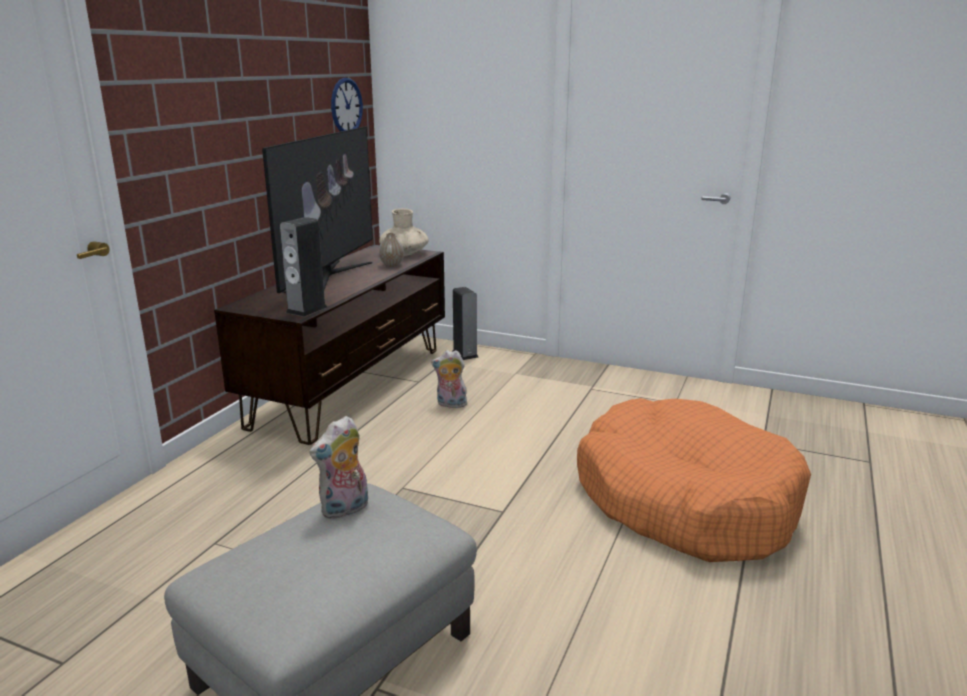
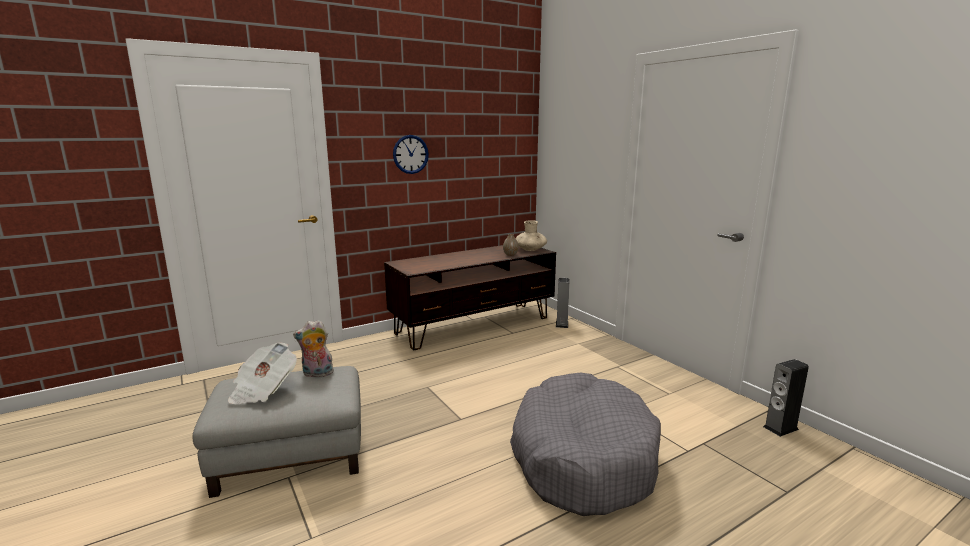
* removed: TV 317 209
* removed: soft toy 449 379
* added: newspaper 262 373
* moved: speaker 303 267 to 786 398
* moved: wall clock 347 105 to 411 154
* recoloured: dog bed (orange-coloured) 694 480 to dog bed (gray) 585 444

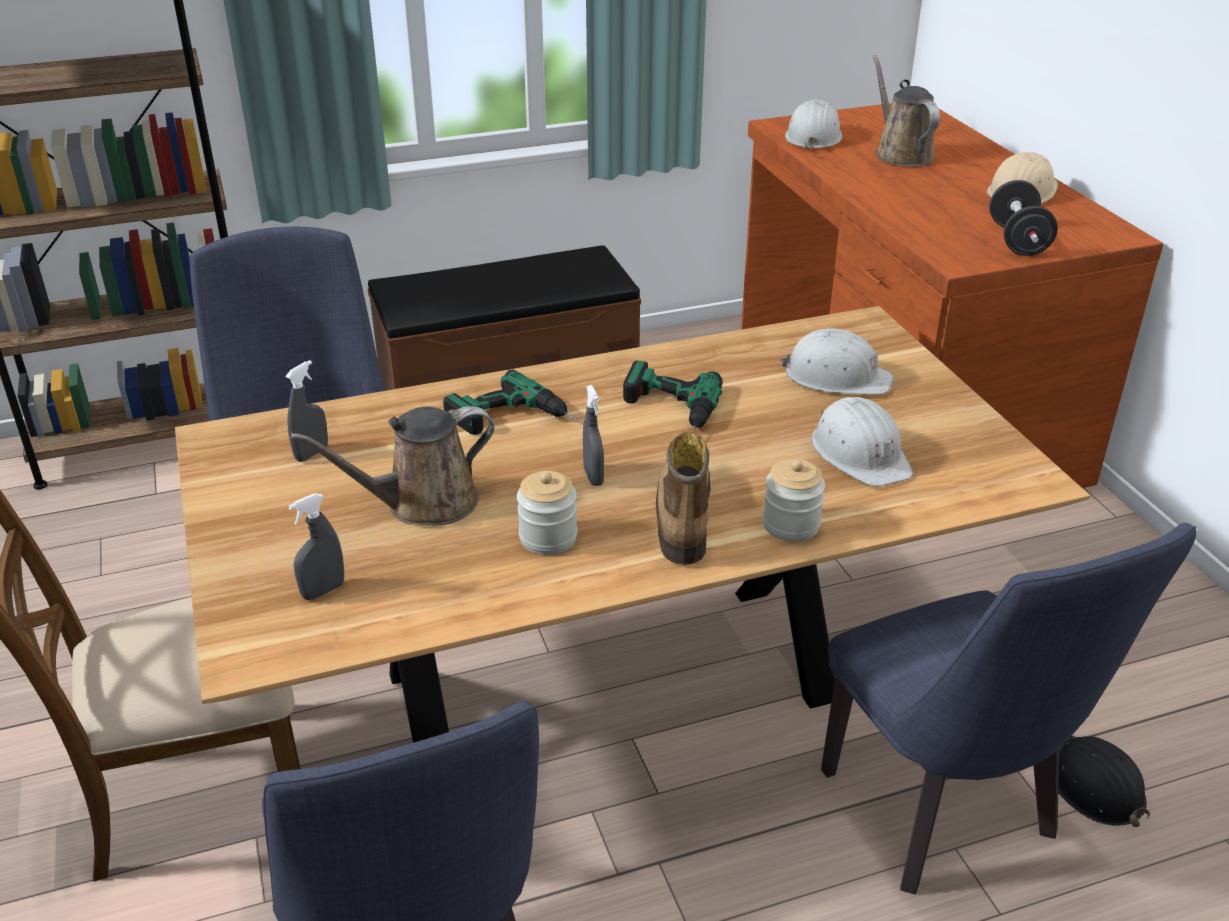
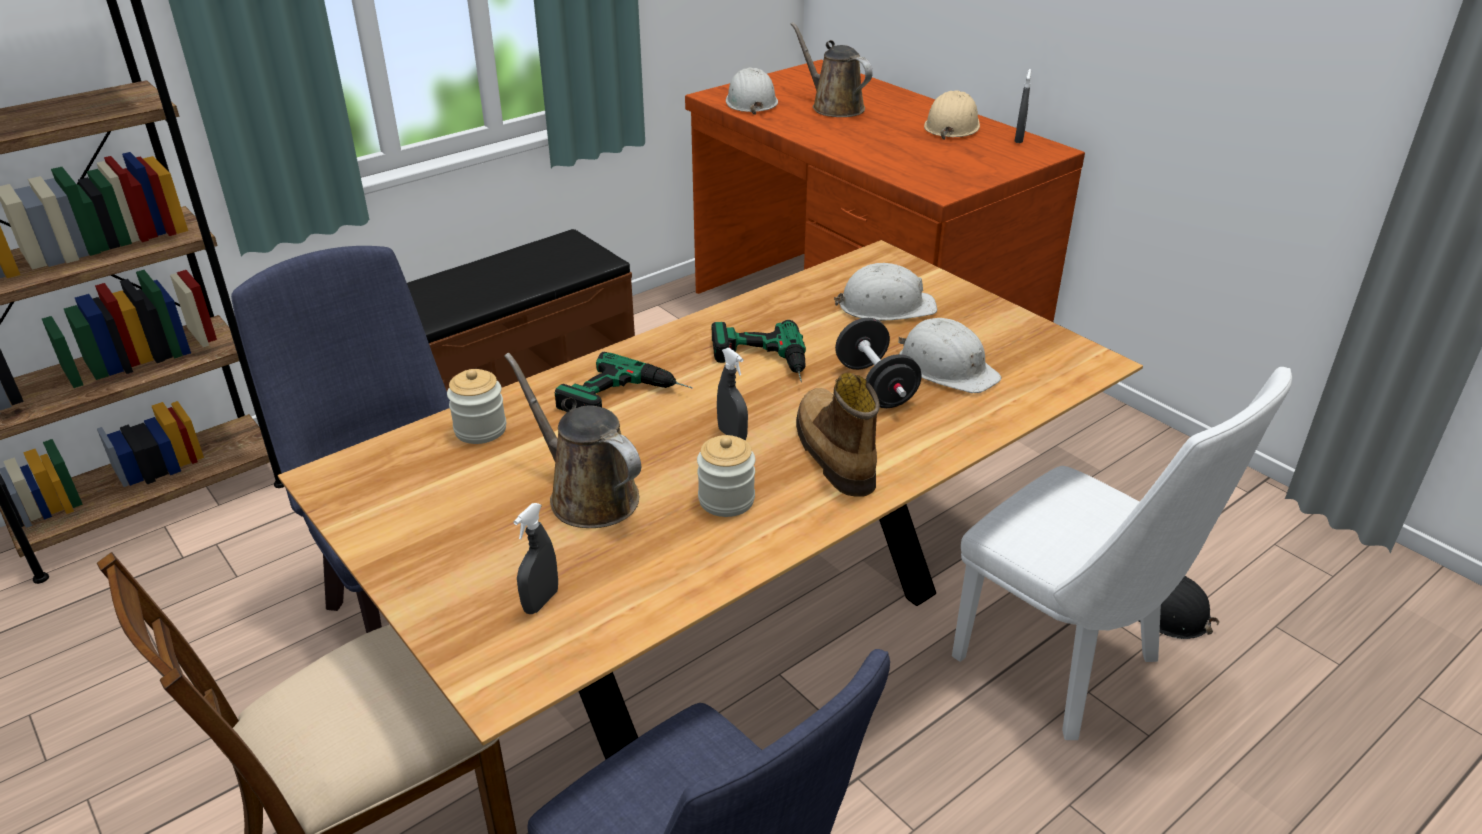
* moved: hand sprayer (gray) 306 411 to 1023 106
* moved: storage jar 794 500 to 476 406
* moved: dumbbell (black) 1023 218 to 878 363
* recoloured: chair (blue-coloured) 1008 708 to chair (white-coloured) 1122 553
* turned: watering pot (brown) 392 465 = 572 440 90 degrees clockwise

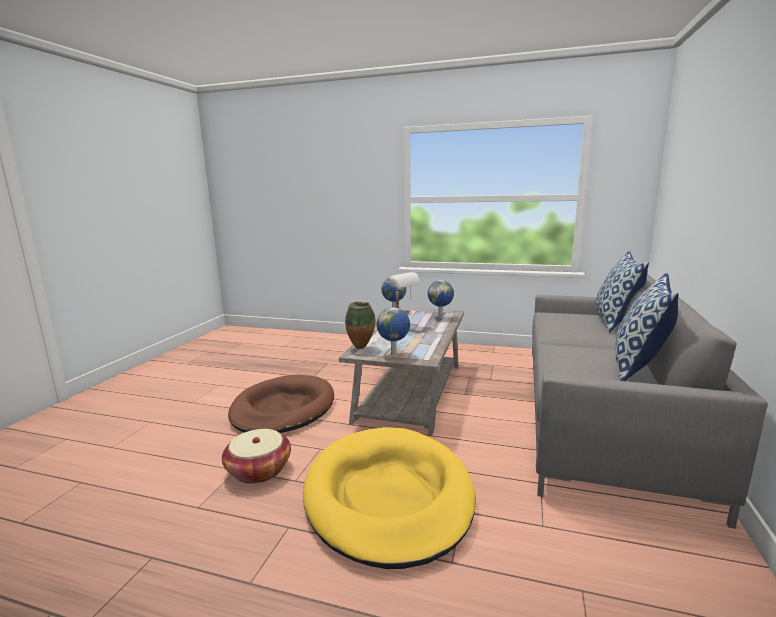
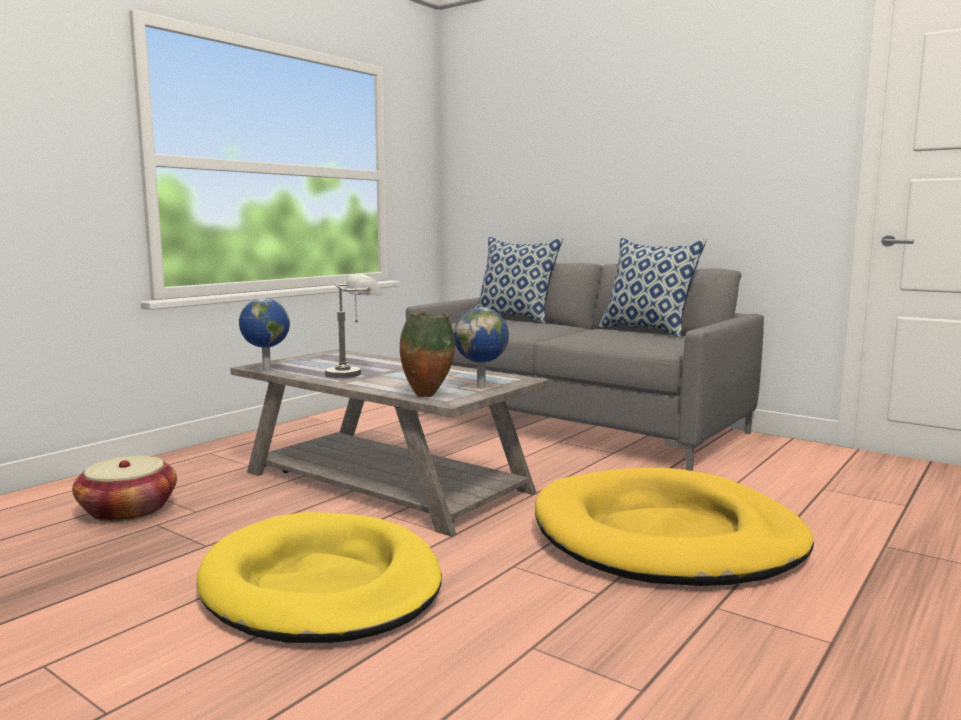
* removed: world globe 441 299
* moved: household basket 256 456 to 124 489
* recoloured: dog bed (brown) 281 404 to dog bed (yellow) 319 577

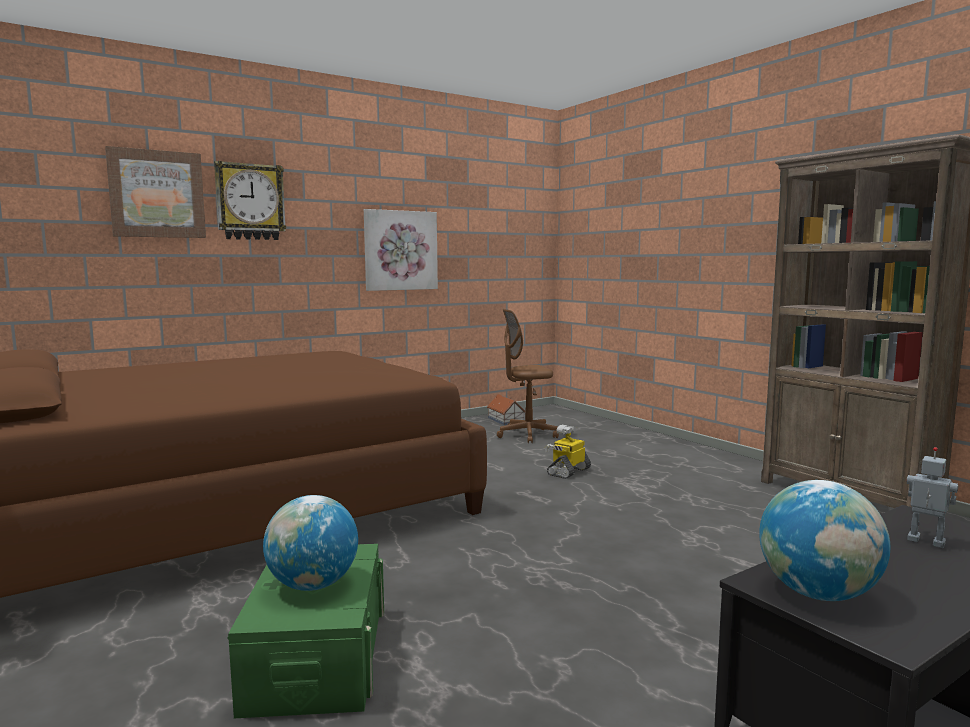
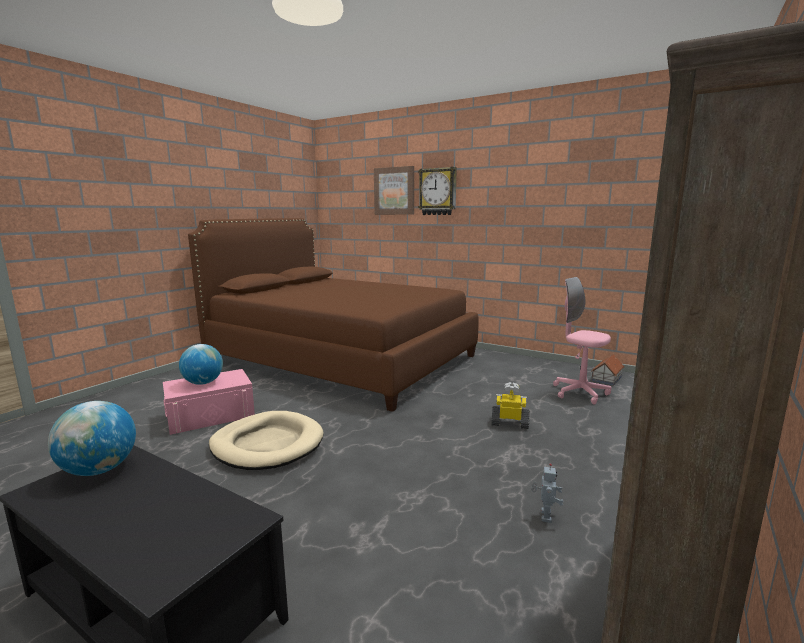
* removed: wall picture 401 250
* added: dog bed (sand-coloured) 266 440
* moved: toy robot 932 497 to 547 493
* recoloured: storage bin (greenish) 305 631 to storage bin (pink) 209 402
* recoloured: office chair (brown) 528 376 to office chair (pink) 582 341

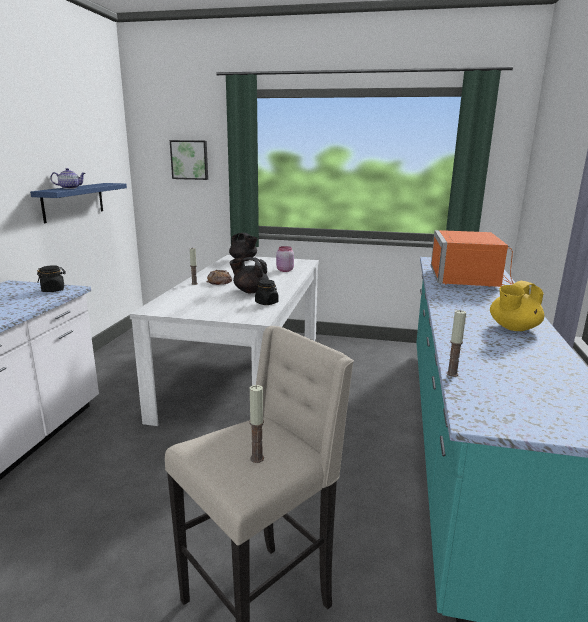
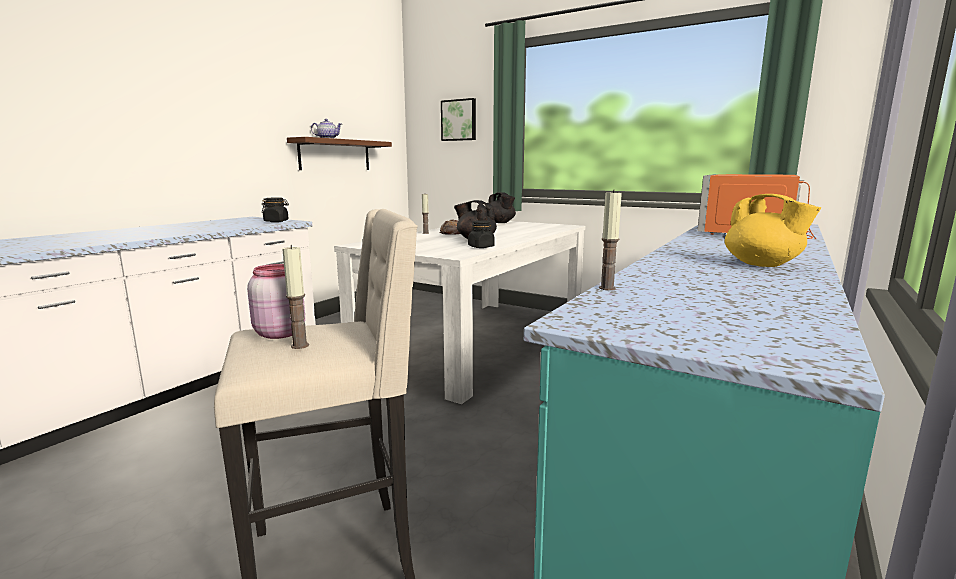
* moved: storage jar (pink) 285 259 to 276 301
* recoloured: wall shelf (blue-coloured) 78 203 to wall shelf (brown) 339 153
* turned: teapot (yellow) 517 306 = 773 230 105 degrees counterclockwise

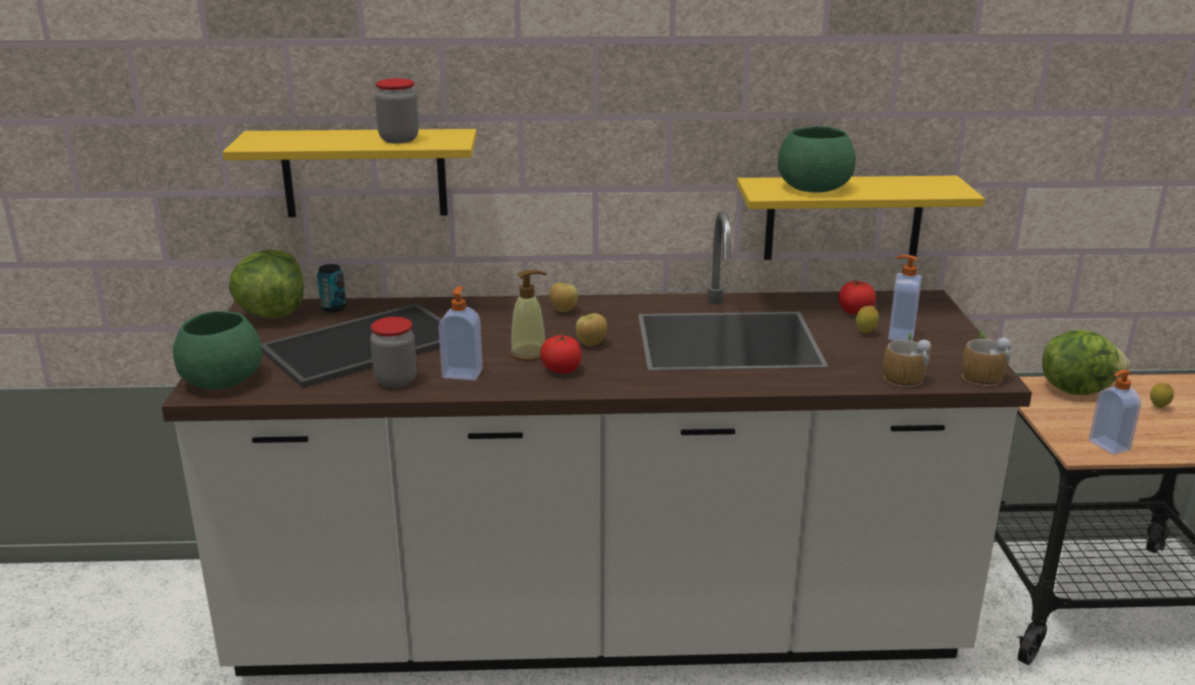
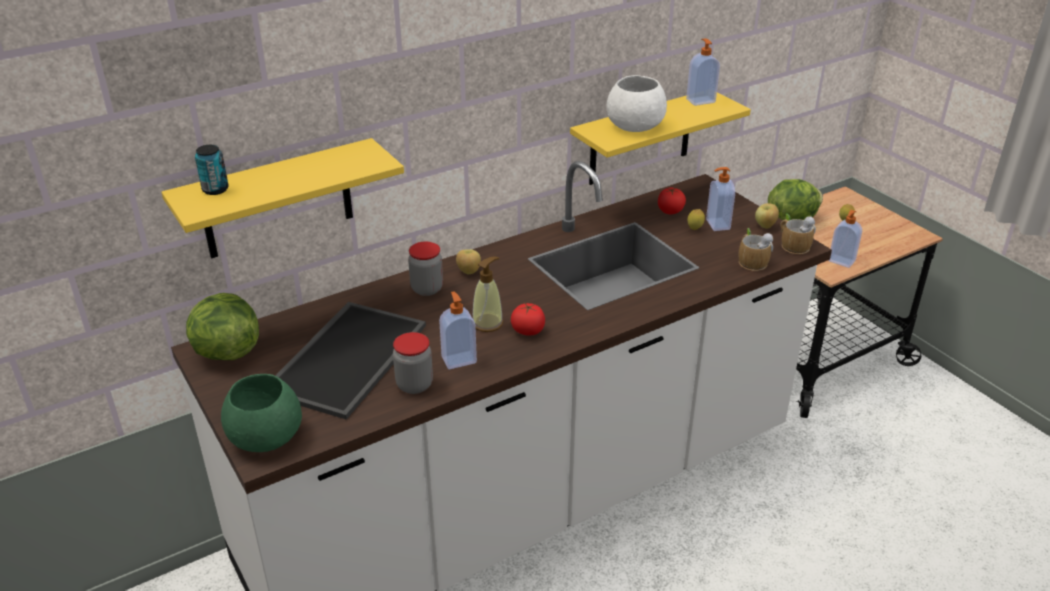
* added: soap bottle 703 72
* moved: can 332 288 to 212 170
* moved: storage jar 397 110 to 425 269
* moved: whole apple 591 330 to 767 216
* recoloured: bowl (greenish) 817 159 to bowl (white-coloured) 636 103

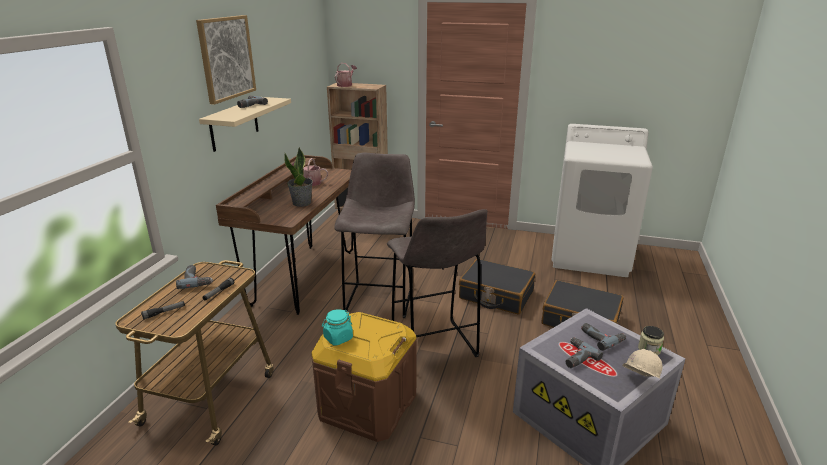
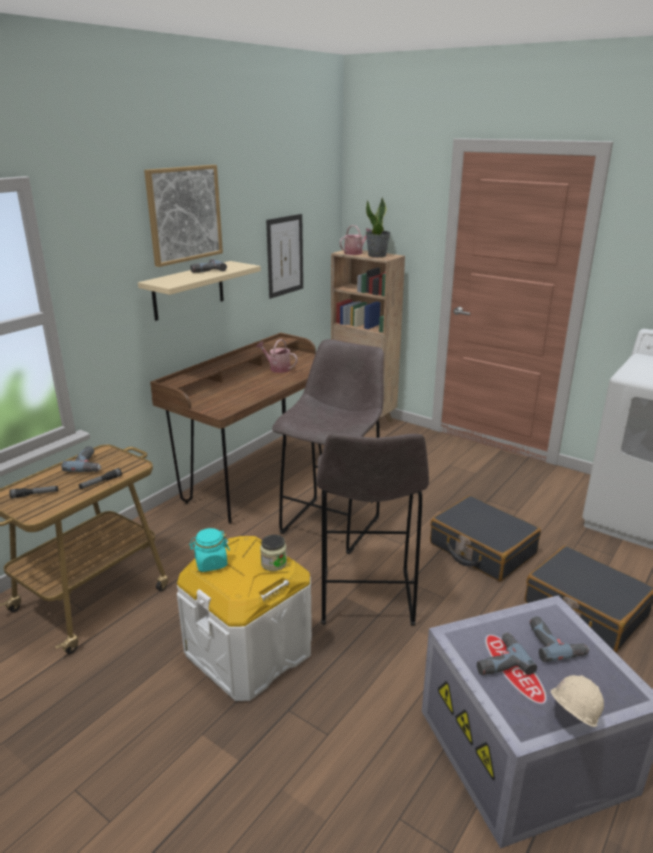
* added: wall picture 284 256
* moved: houseplant 298 177 to 378 227
* moved: storage jar 651 340 to 273 553
* recoloured: storage bin (brown) 364 377 to storage bin (white-coloured) 244 618

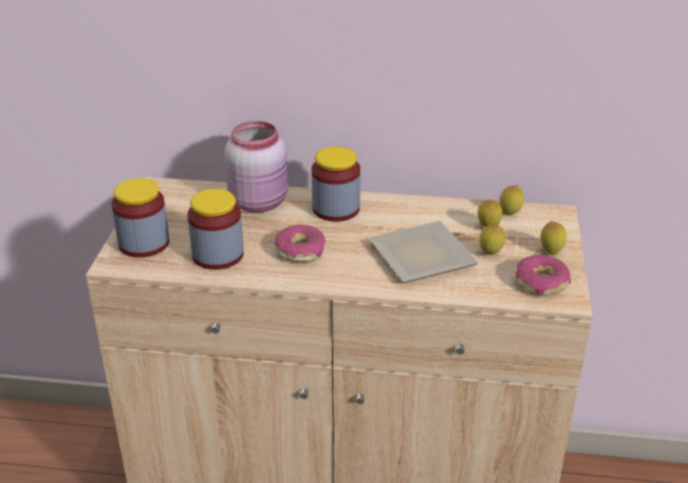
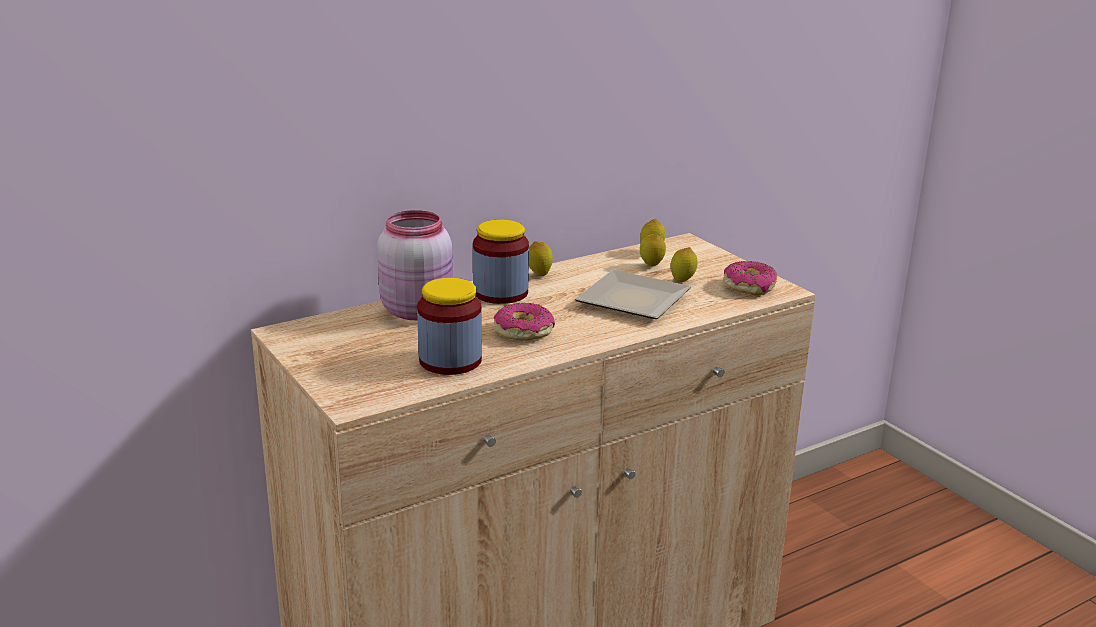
* removed: storage jar 140 218
* moved: whole lemon 553 238 to 541 258

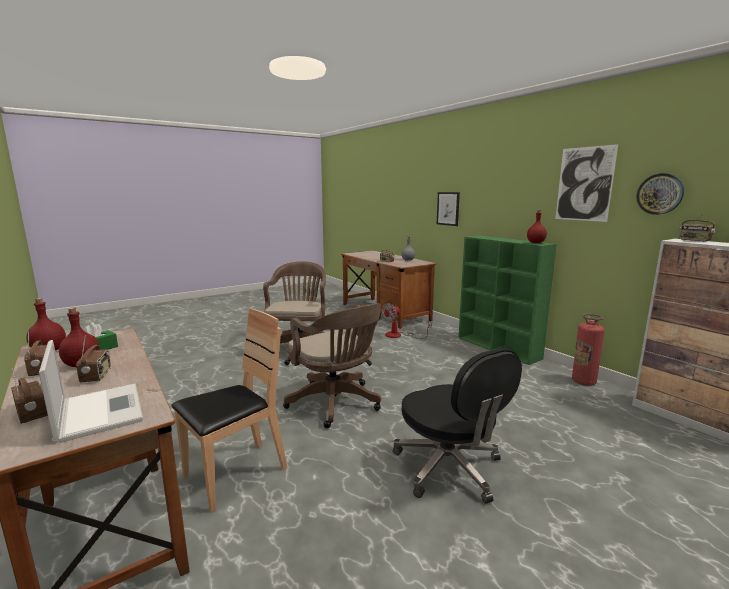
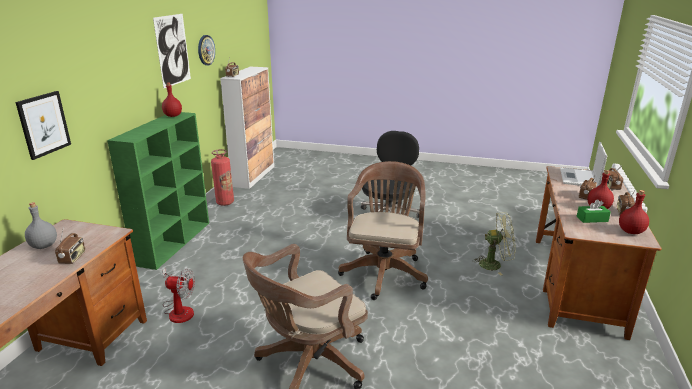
* replaced: chair (brown) 229 410 to fan (greenish) 494 244

